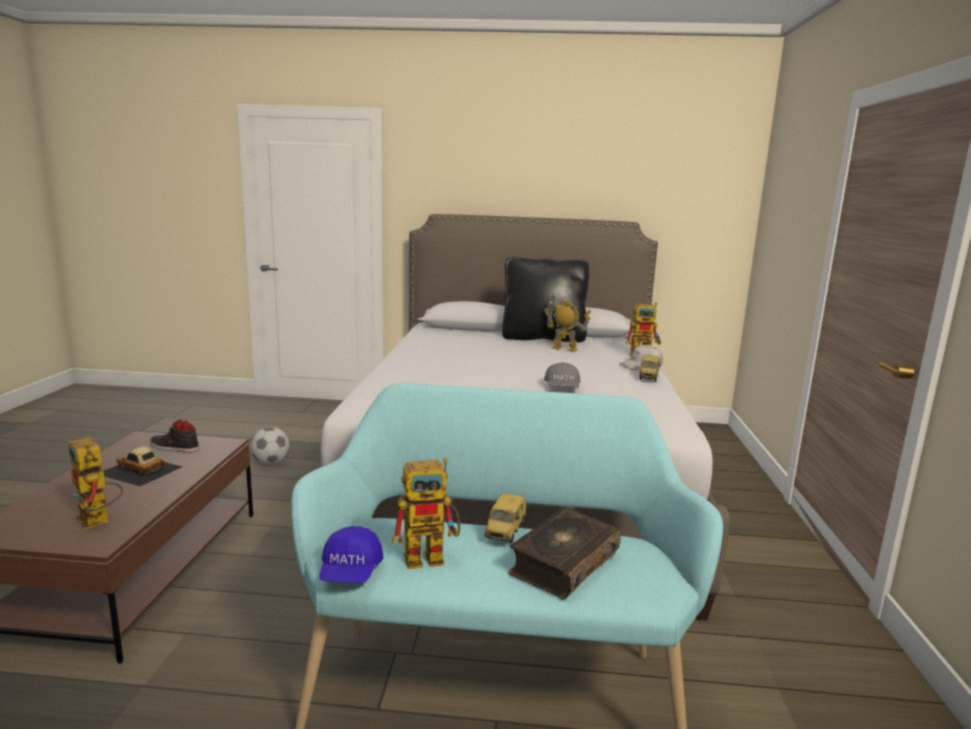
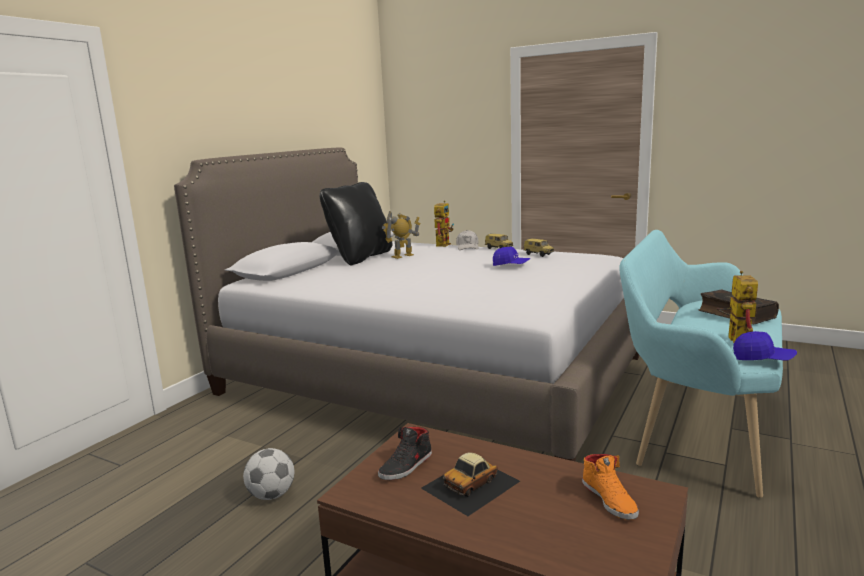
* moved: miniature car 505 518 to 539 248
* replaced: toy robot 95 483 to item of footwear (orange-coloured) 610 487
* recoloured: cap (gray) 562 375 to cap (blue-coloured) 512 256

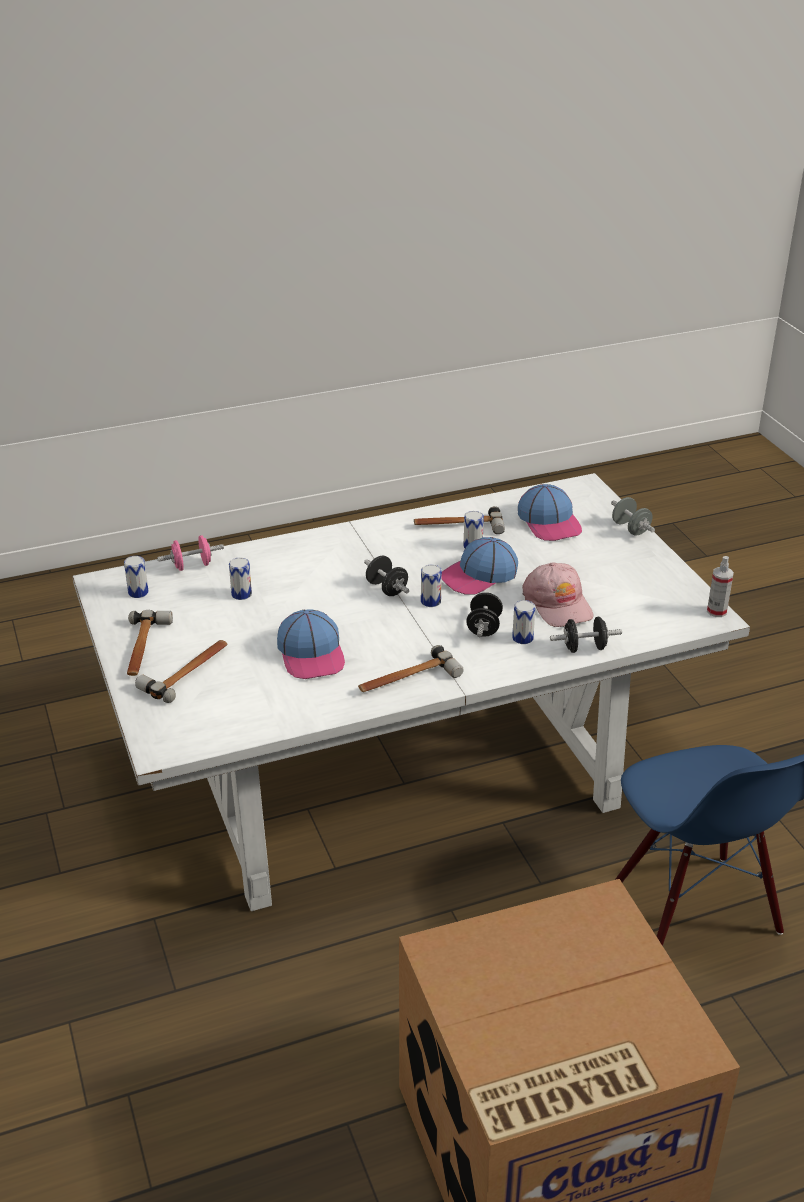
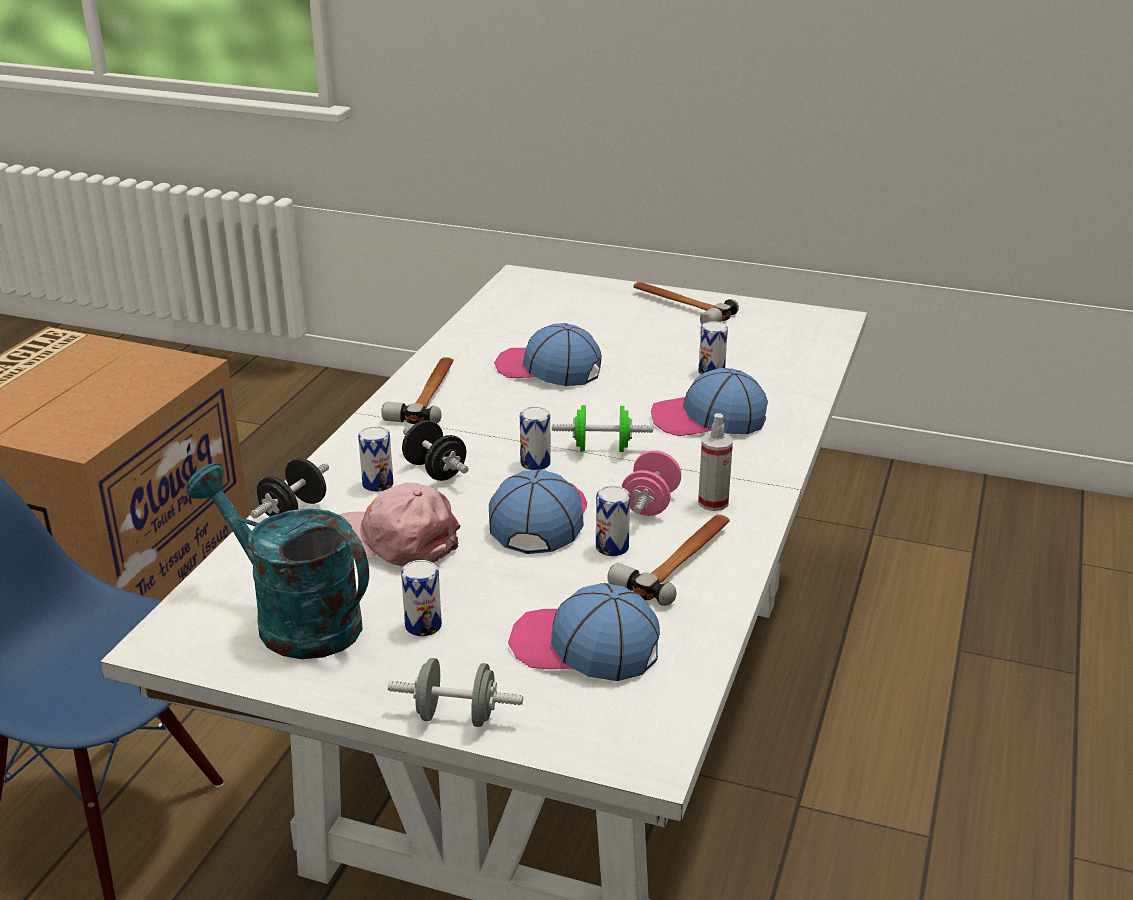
* removed: tool hammer 181 671
* added: watering pot (turquoise-coloured) 277 561
* added: cap 709 402
* moved: can 136 577 to 421 598
* moved: dumbbell (pink) 190 553 to 651 483
* moved: hand sprayer 720 586 to 715 462
* recoloured: dumbbell (black) 386 576 to dumbbell (greenish) 602 428

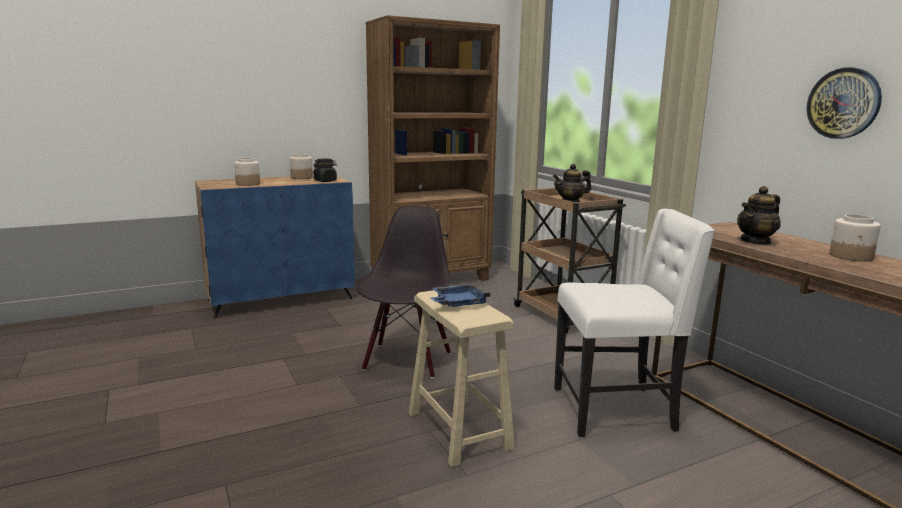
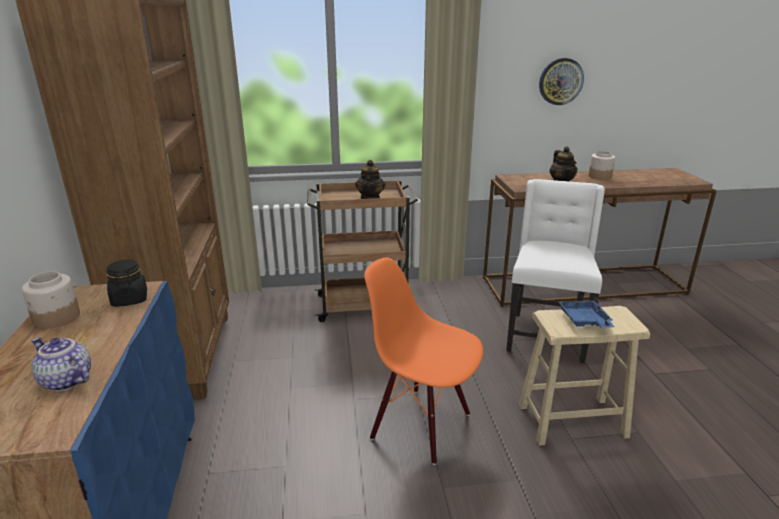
* replaced: storage jar 247 172 to teapot 61 364
* recoloured: chair (black) 404 292 to chair (orange-coloured) 423 361

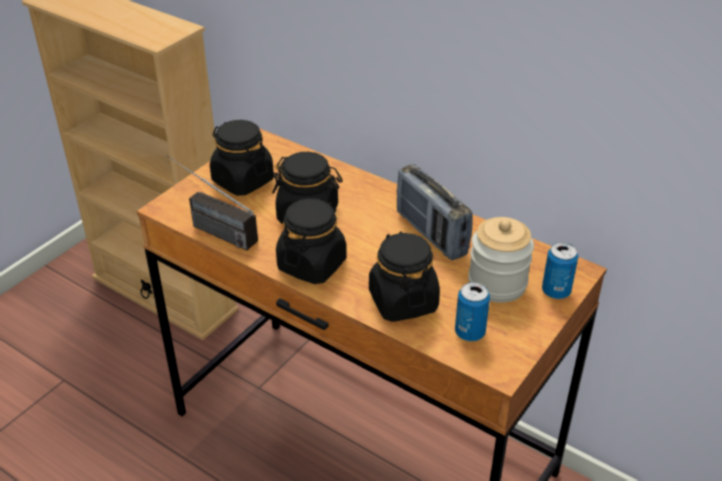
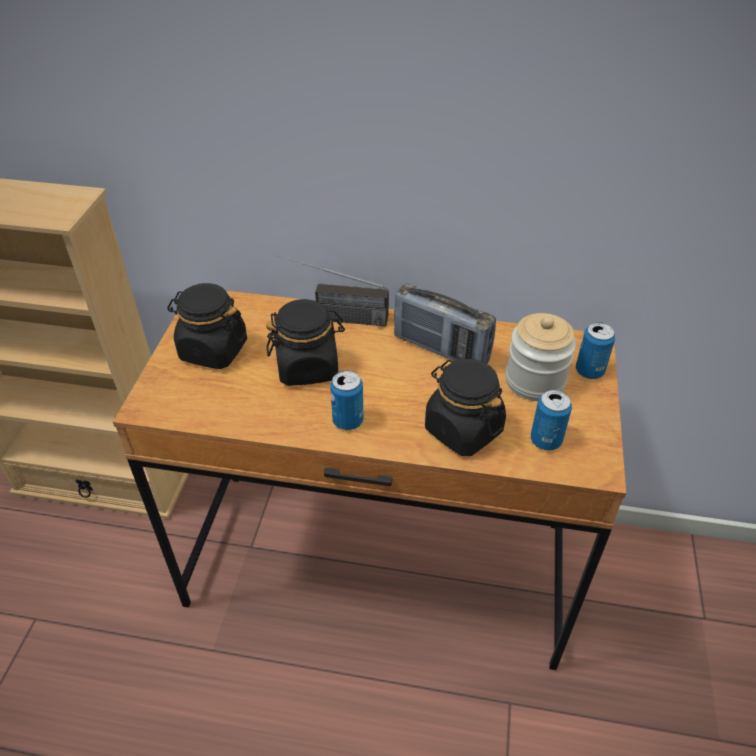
* moved: radio set 212 202 to 333 291
* replaced: storage jar (black) 311 241 to can 347 400

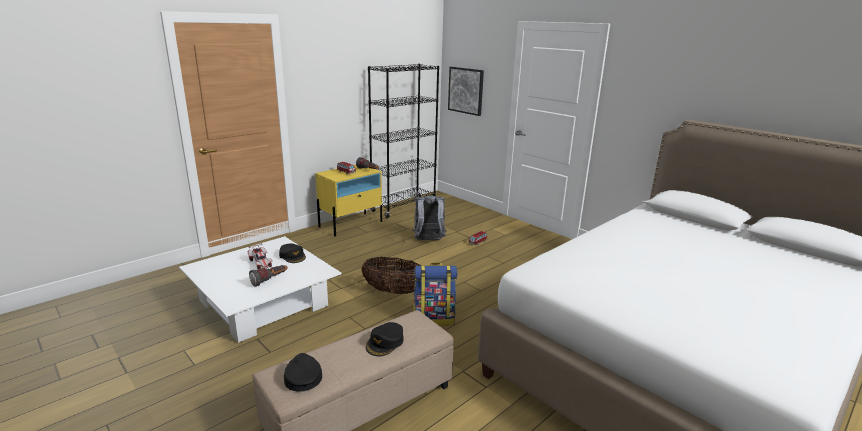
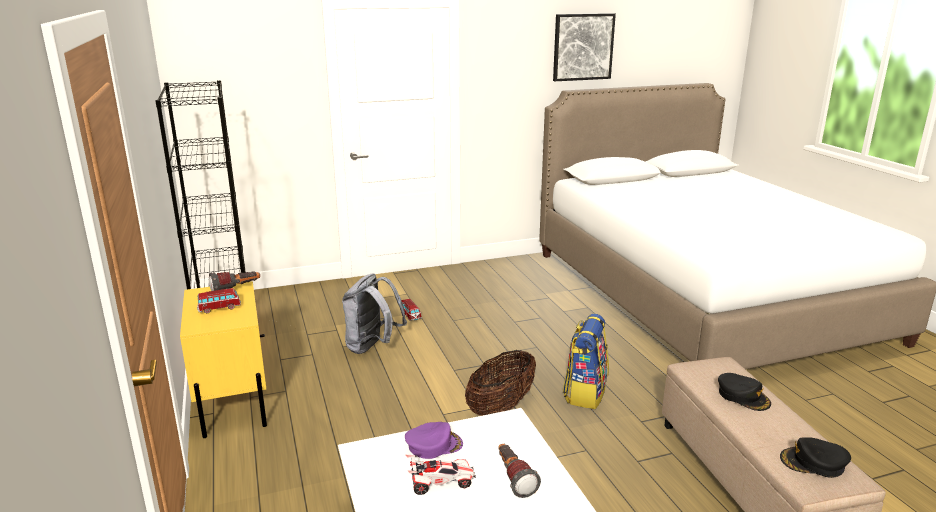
* moved: wall picture 466 91 to 584 47
* recoloured: cap (black) 292 253 to cap (purple-coloured) 434 440

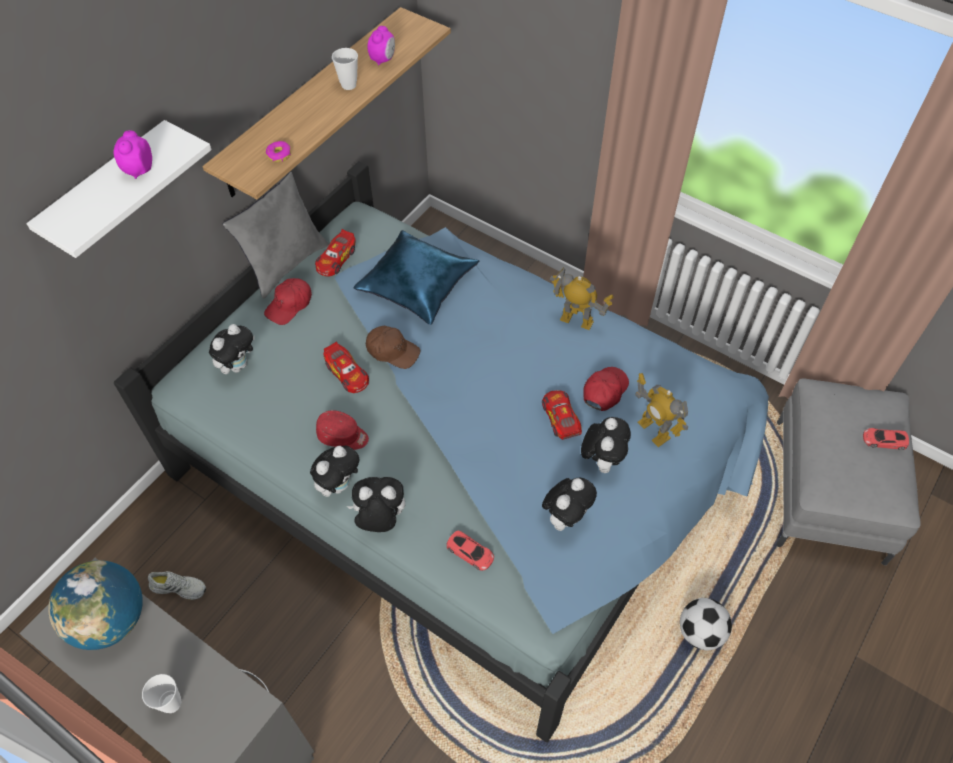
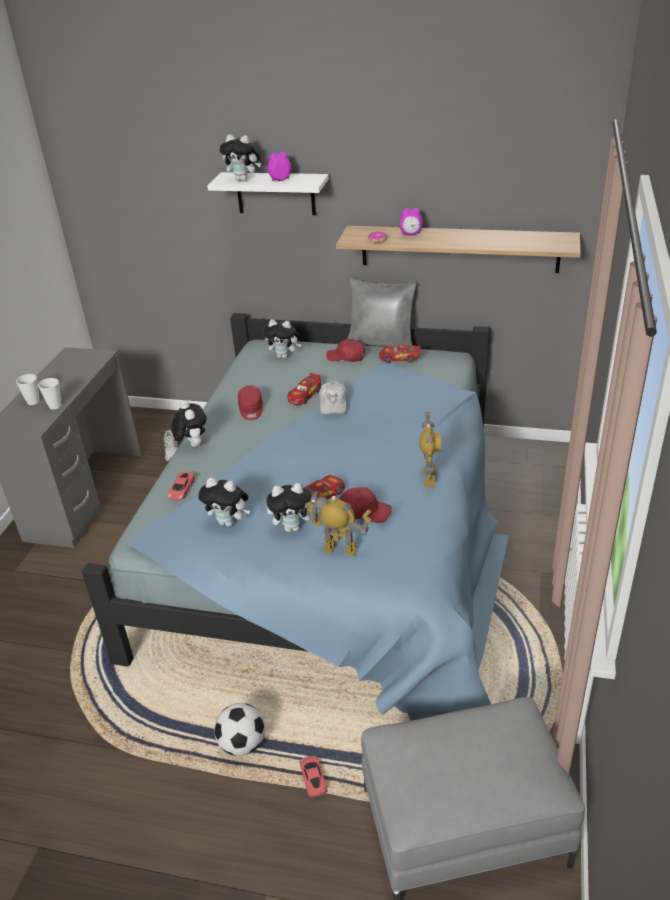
* removed: world globe 95 605
* removed: pillow (blue-coloured) 416 277
* moved: soft toy 334 471 to 240 157
* moved: drinking cup 345 69 to 49 393
* moved: table clock 381 46 to 411 222
* moved: miniature car (reddish) 886 439 to 313 776
* recoloured: cap (brown) 393 347 to cap (white-coloured) 333 397
* turned: toy robot 661 410 = 337 523 75 degrees clockwise

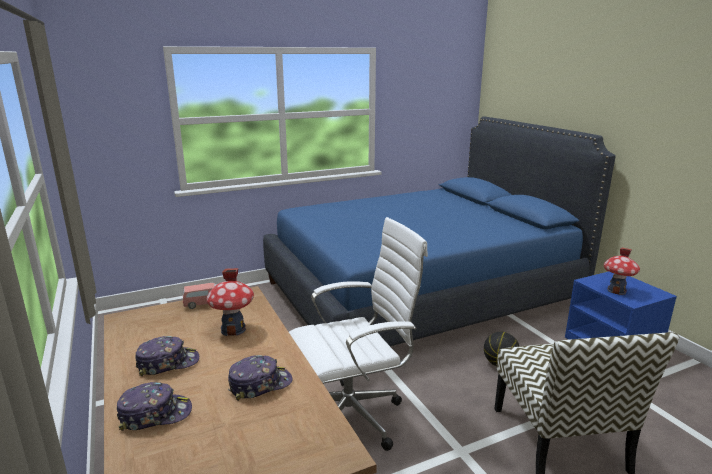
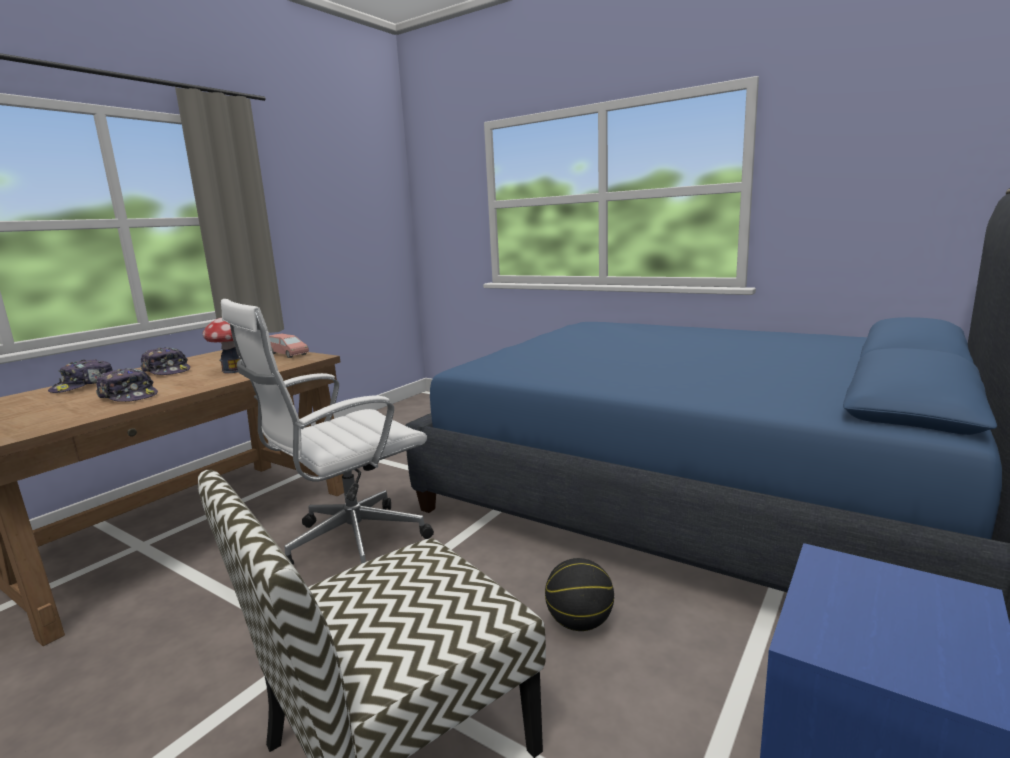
* removed: model house 622 271
* turned: cap 154 406 = 80 376 75 degrees clockwise
* turned: office chair (white-coloured) 358 334 = 327 431 105 degrees clockwise

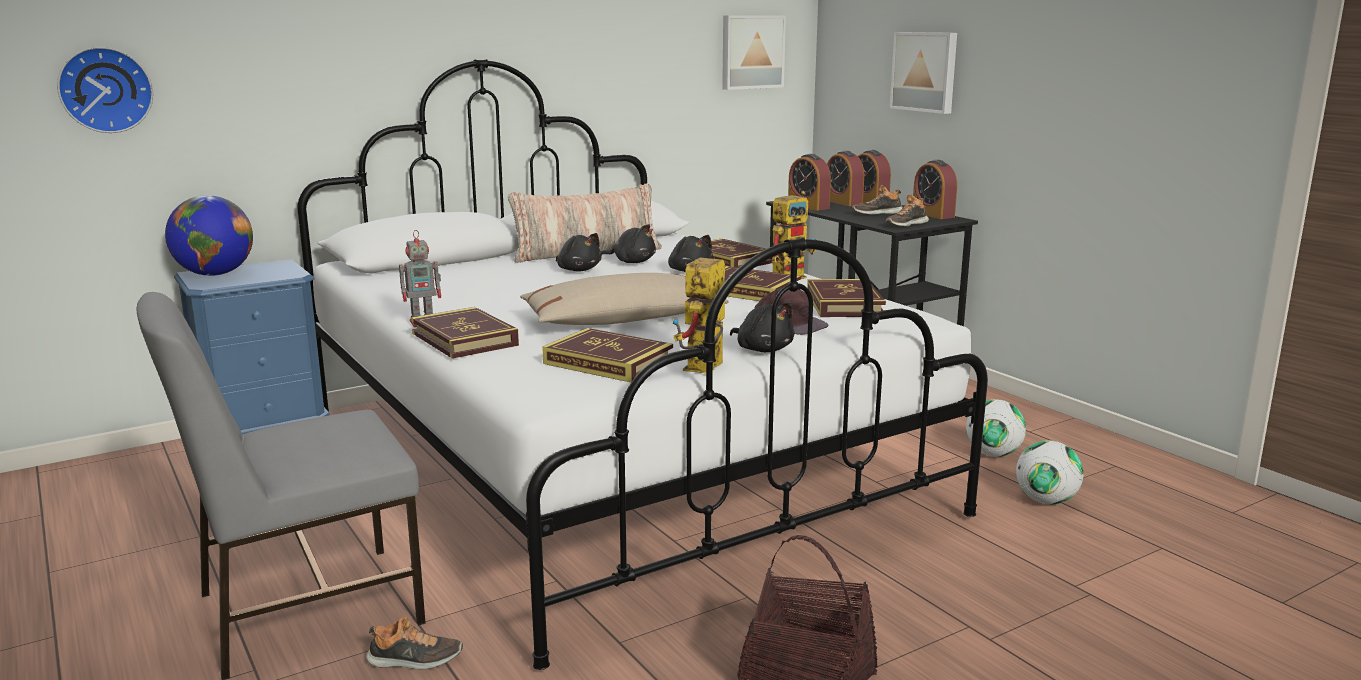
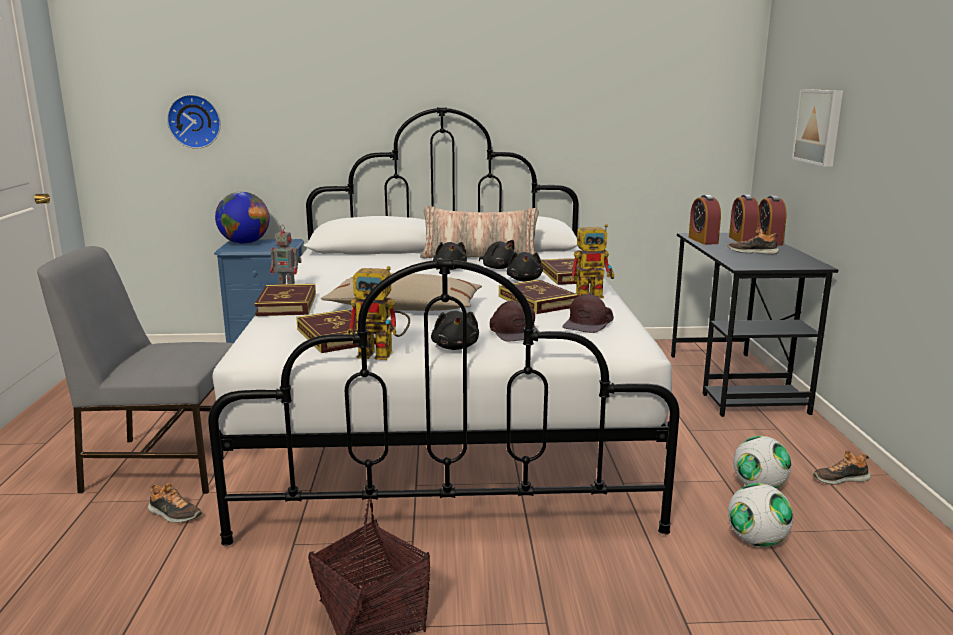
* removed: wall picture 754 52
* removed: table clock 935 189
* moved: item of footwear 907 210 to 842 467
* replaced: volume 846 298 to cap (brown) 588 313
* turned: toy robot 699 315 = 378 313 135 degrees counterclockwise

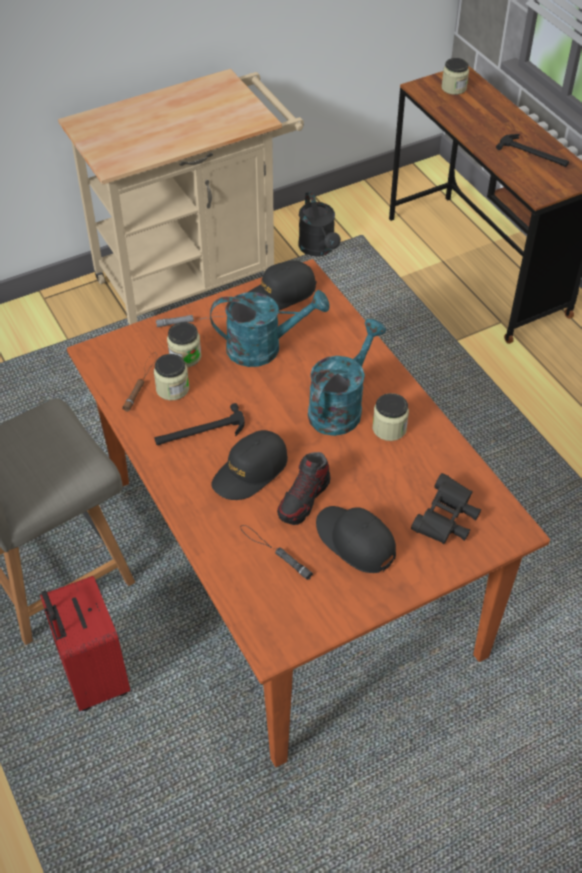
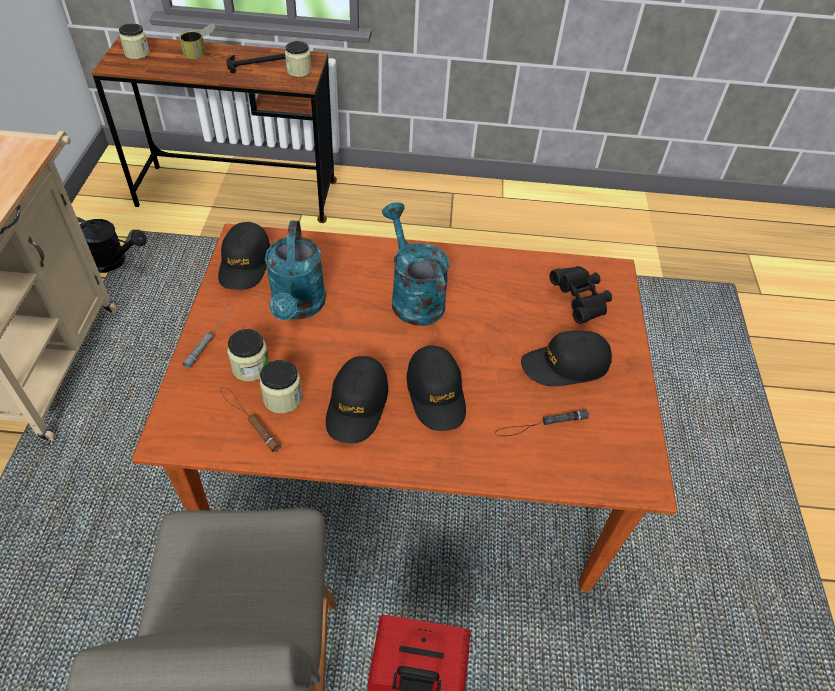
* removed: item of footwear 303 488
* added: can 197 41
* moved: storage jar 391 417 to 298 59
* replaced: tool hammer 200 424 to cap (black) 357 400
* turned: watering pot (turquoise-coloured) 269 328 = 295 270 150 degrees clockwise

